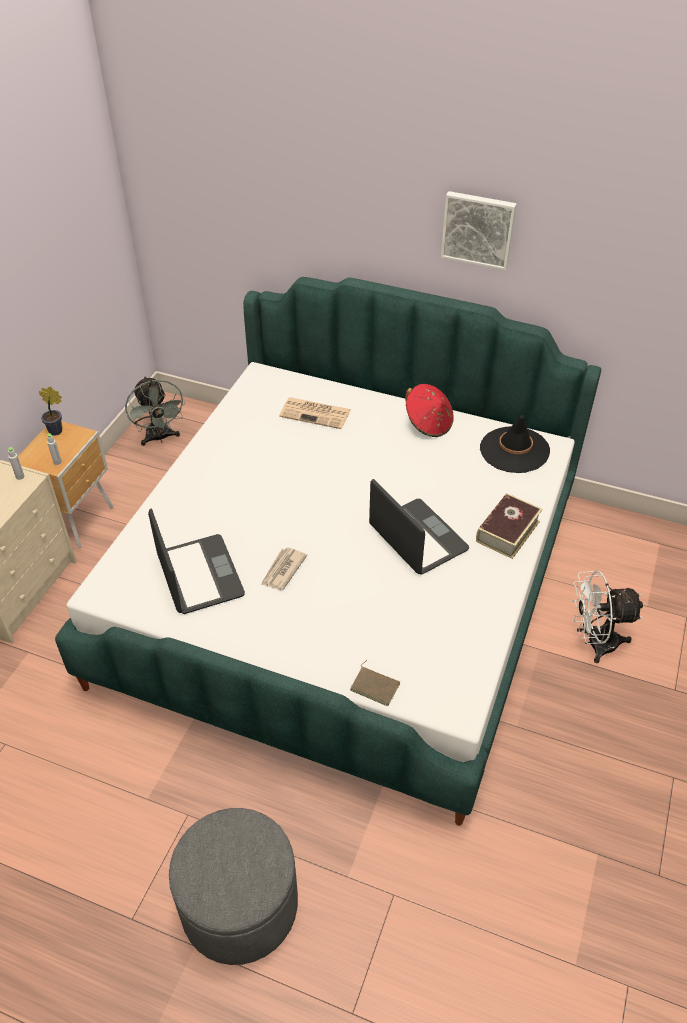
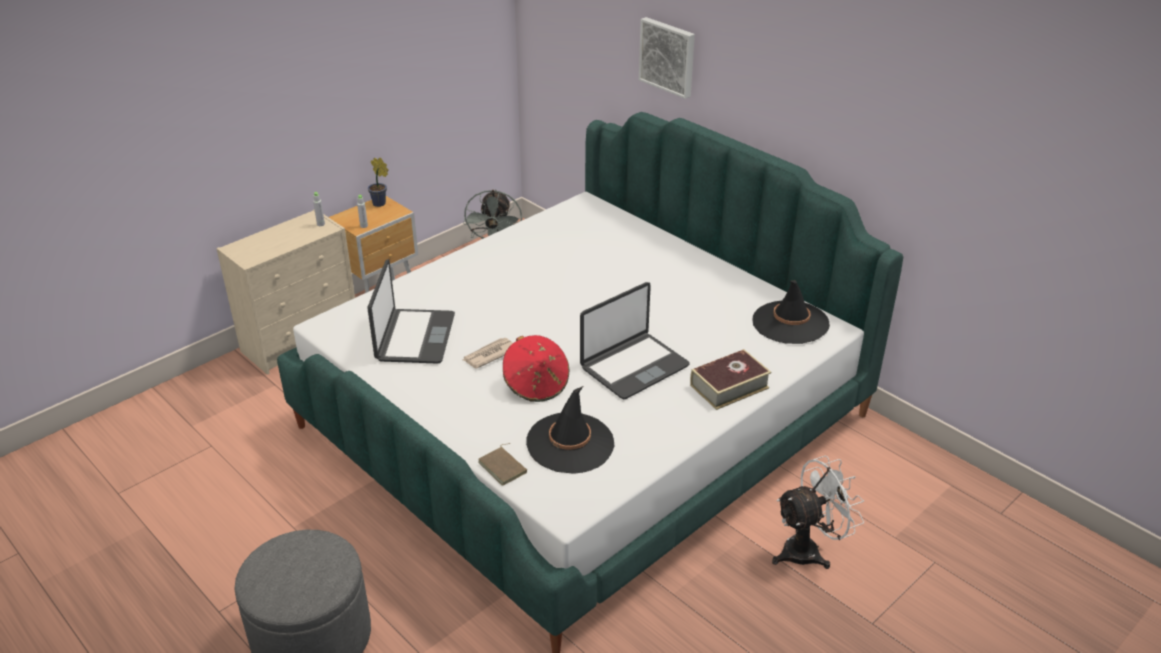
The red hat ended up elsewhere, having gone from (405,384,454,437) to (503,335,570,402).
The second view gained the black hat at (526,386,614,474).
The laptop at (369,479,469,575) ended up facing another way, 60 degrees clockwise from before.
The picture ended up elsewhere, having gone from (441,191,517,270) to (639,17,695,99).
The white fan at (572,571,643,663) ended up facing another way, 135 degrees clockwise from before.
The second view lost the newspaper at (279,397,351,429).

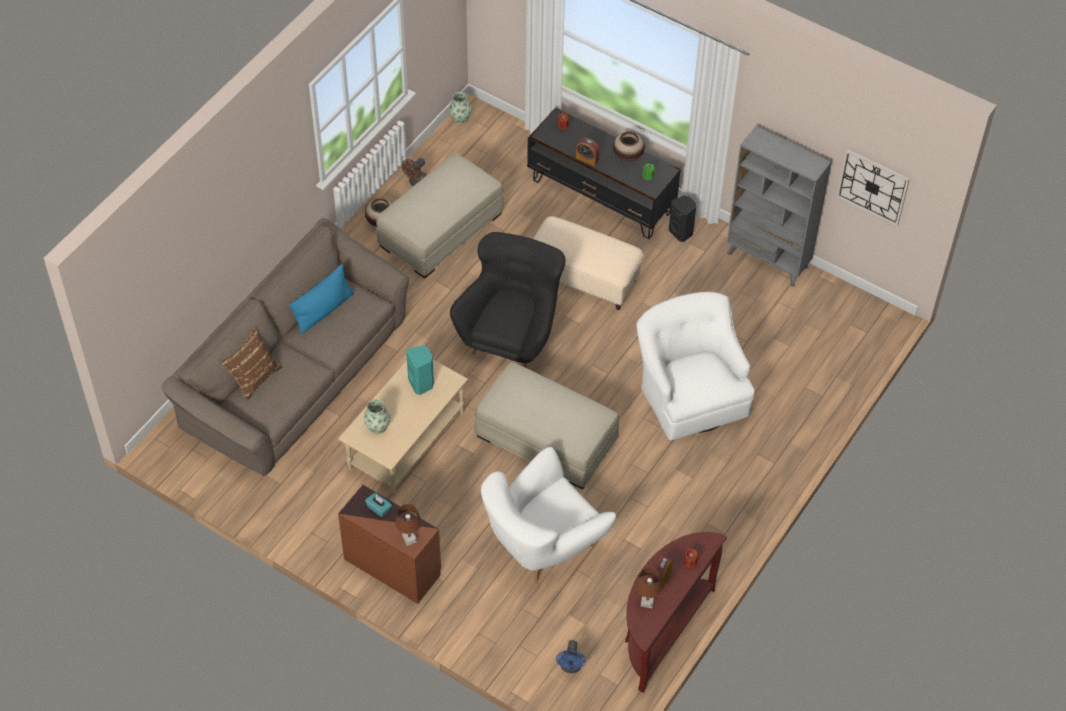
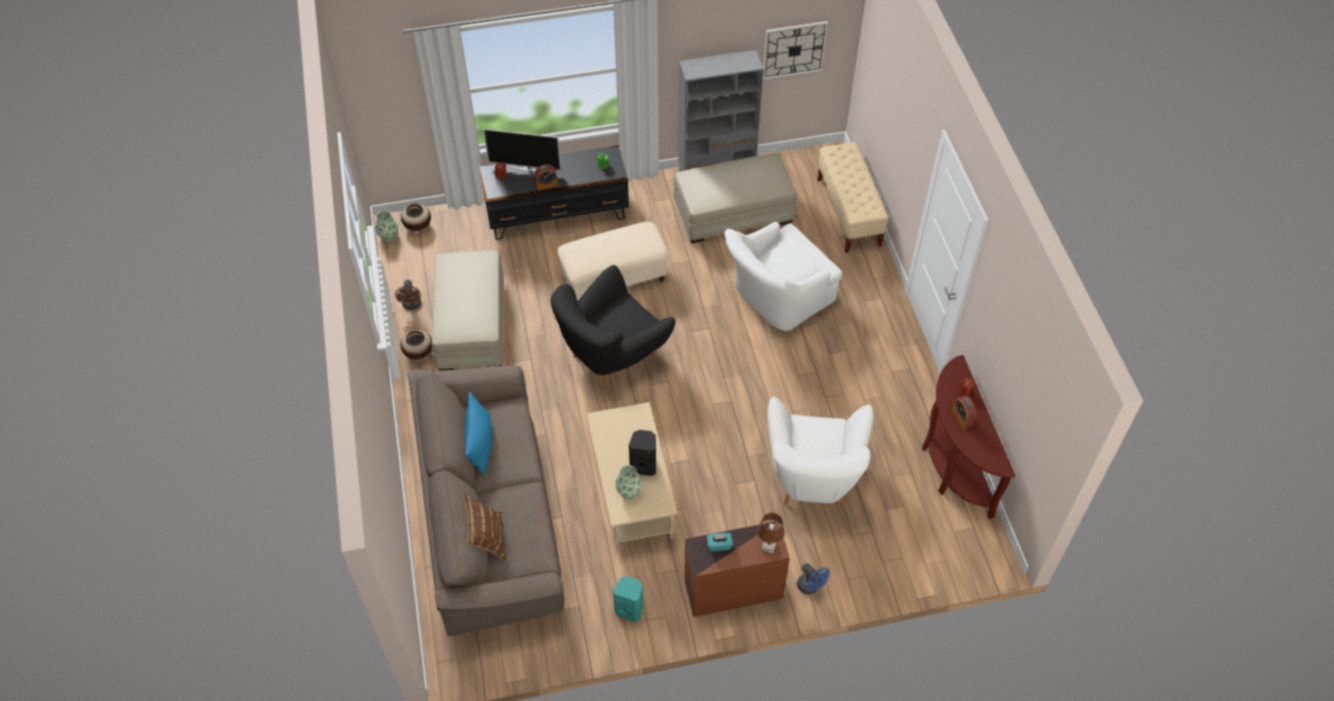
The vase ended up elsewhere, having gone from (613,132,645,162) to (401,204,431,231).
The second view gained the television at (483,129,561,171).
The black armchair at (450,232,565,368) ended up facing another way, 105 degrees counterclockwise from before.
The turquoise speaker ended up elsewhere, having gone from (406,346,434,395) to (613,576,643,622).
The black speaker ended up elsewhere, having gone from (669,196,696,242) to (629,430,656,476).
The beige ottoman ended up elsewhere, having gone from (474,362,619,489) to (674,153,797,244).
The white armchair at (636,292,755,440) ended up facing another way, 60 degrees counterclockwise from before.
The blue fan ended up elsewhere, having gone from (556,640,586,673) to (797,563,830,595).
The second view gained the beige bench at (817,142,889,253).
The second view lost the brown table lamp at (636,568,663,608).

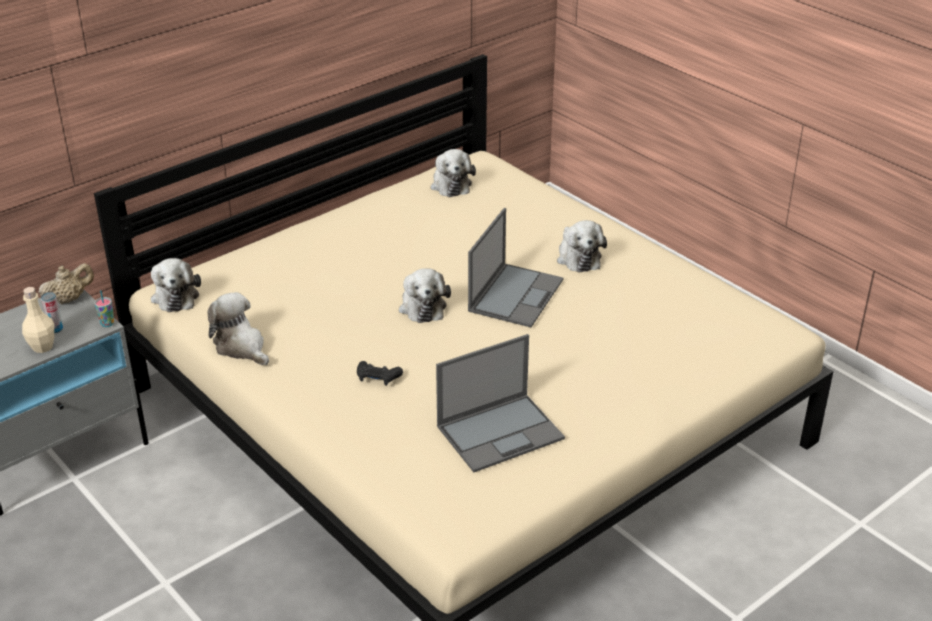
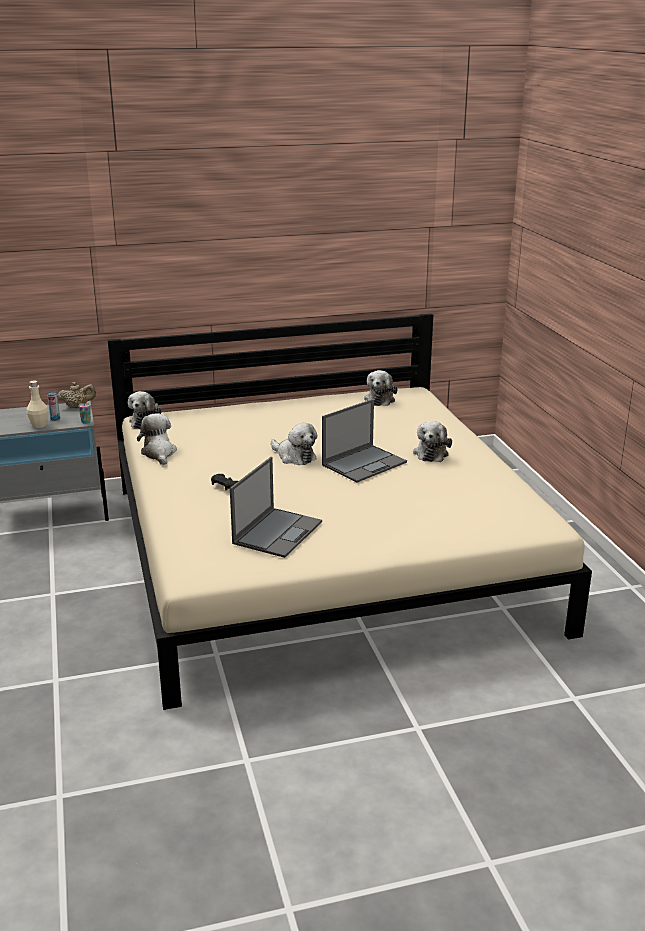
The laptop at (436,334,565,472) ended up facing another way, 60 degrees counterclockwise from before.
The plush toy at (399,268,451,323) ended up facing another way, 60 degrees counterclockwise from before.

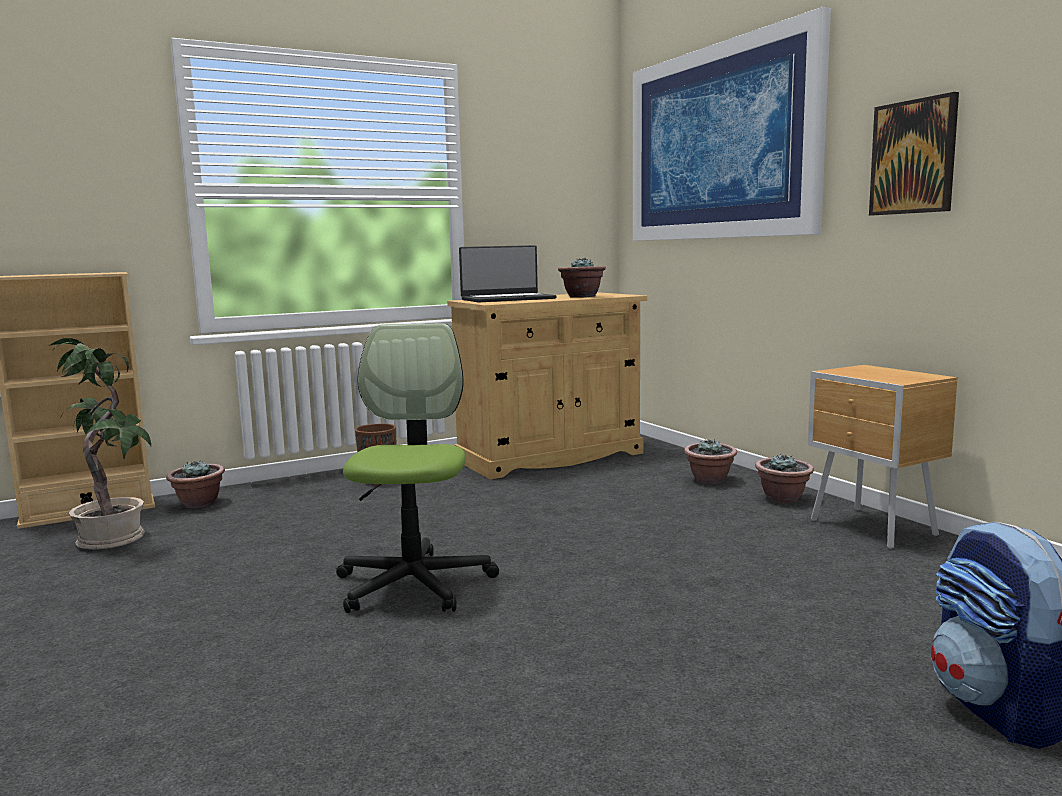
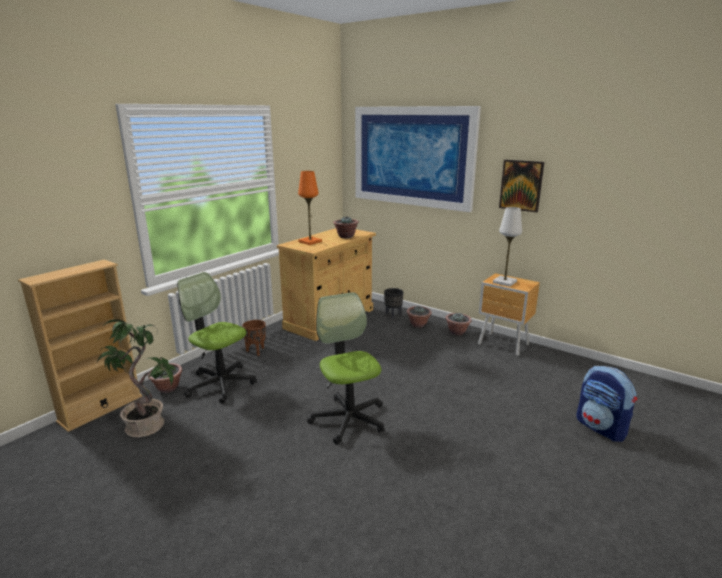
The second view gained the office chair at (177,272,257,404).
Where the laptop stood at (459,245,556,303), the orange table lamp came to stand at (298,171,322,245).
The second view gained the black planter at (384,288,403,319).
The second view gained the white table lamp at (493,207,522,287).

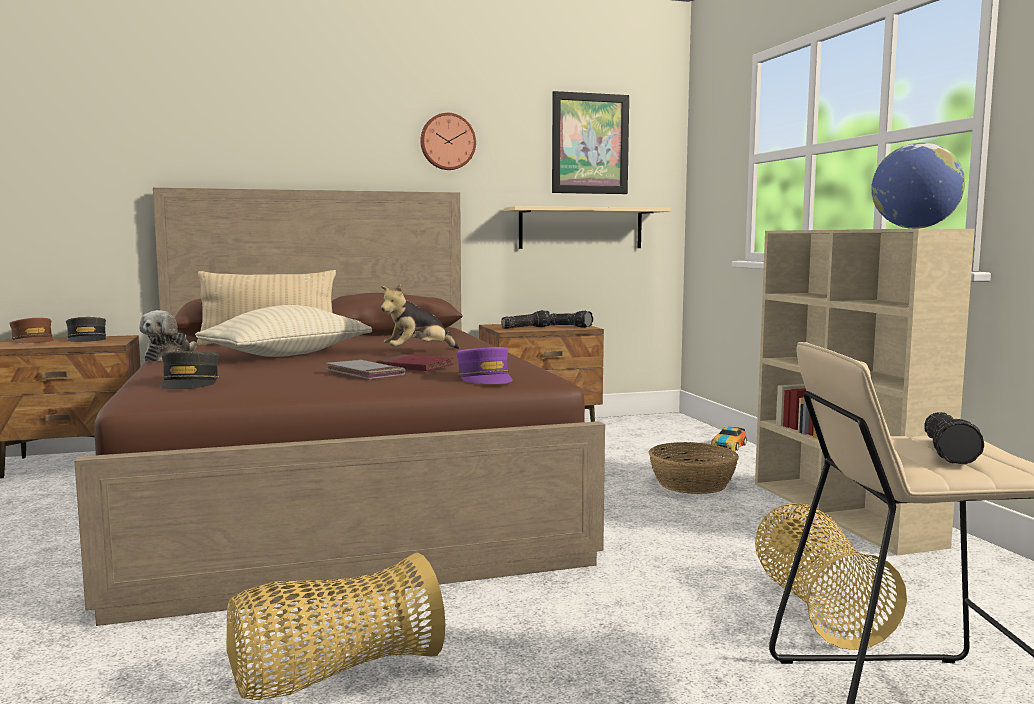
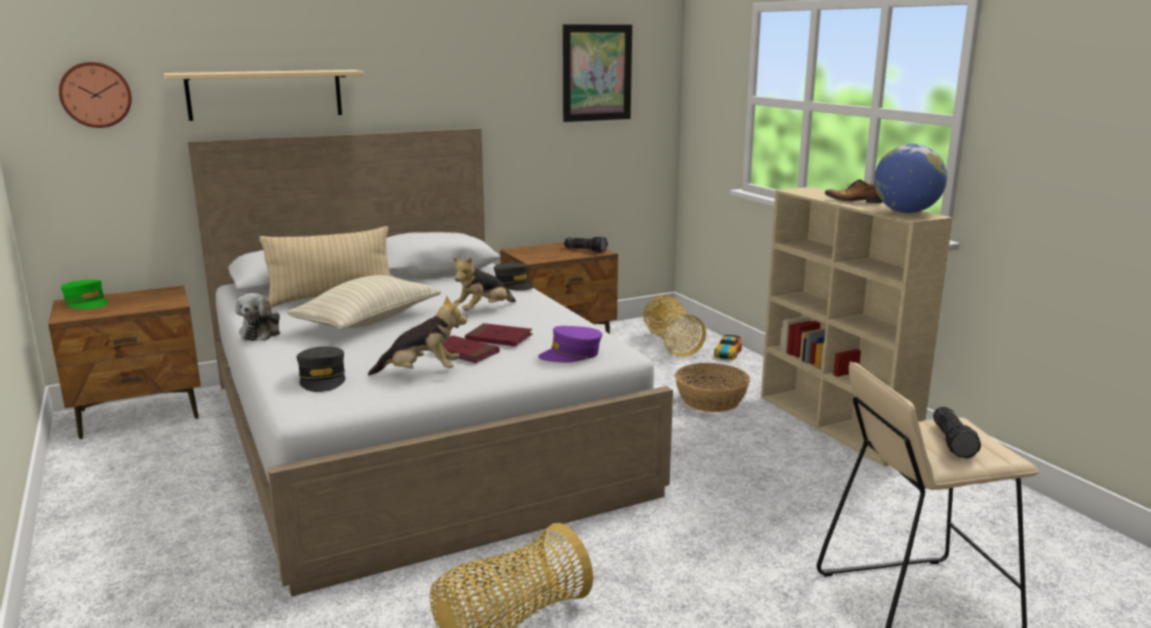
The wall clock ended up elsewhere, having gone from (420,113,476,170) to (59,62,132,128).
What was the brown cap at (10,318,54,343) turned into the green cap at (61,280,108,309).
The beige shelf ended up elsewhere, having gone from (504,206,670,249) to (163,70,364,121).
What was the brown bed at (74,188,605,626) turned into the white bed at (188,128,673,597).
The second view gained the plush toy at (368,296,467,375).
What was the grey book at (326,360,405,379) turned into the red book at (432,336,499,363).
The grey cap ended up elsewhere, having gone from (66,317,106,342) to (494,263,534,291).
The purple cap at (456,347,513,384) ended up facing another way, 105 degrees clockwise from before.
The basket ended up elsewhere, having gone from (755,503,907,650) to (643,295,706,357).
The second view gained the shoe at (825,179,882,203).
The second view lost the flashlight at (501,310,551,329).

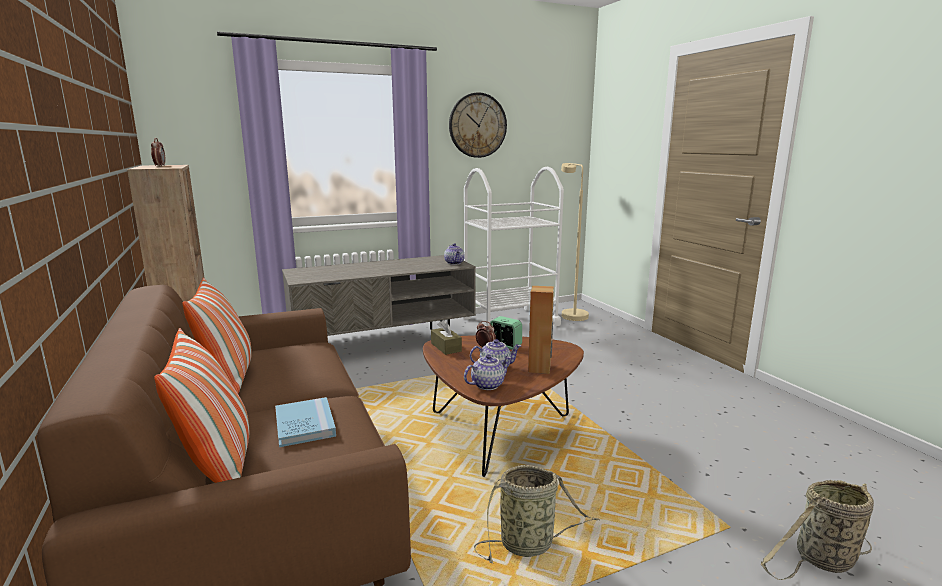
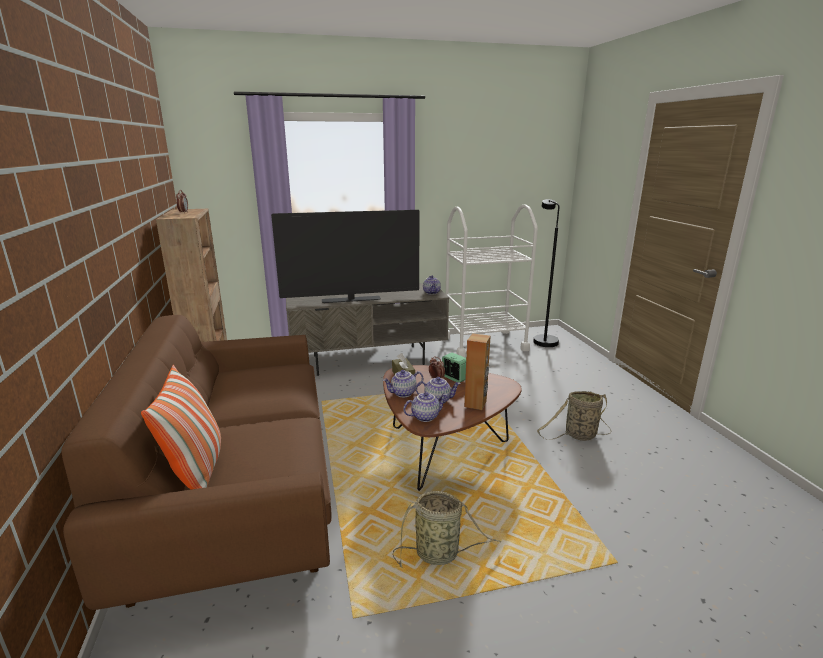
The second view gained the television at (271,210,420,303).
The second view gained the teapot at (383,370,423,397).
What was the beige floor lamp at (561,163,589,321) turned into the black floor lamp at (533,199,559,347).
The basket ended up elsewhere, having gone from (761,480,874,580) to (537,391,612,441).
The second view lost the pillow at (182,278,251,393).
The second view lost the blue book at (275,397,336,447).
The second view lost the wall clock at (449,92,507,158).

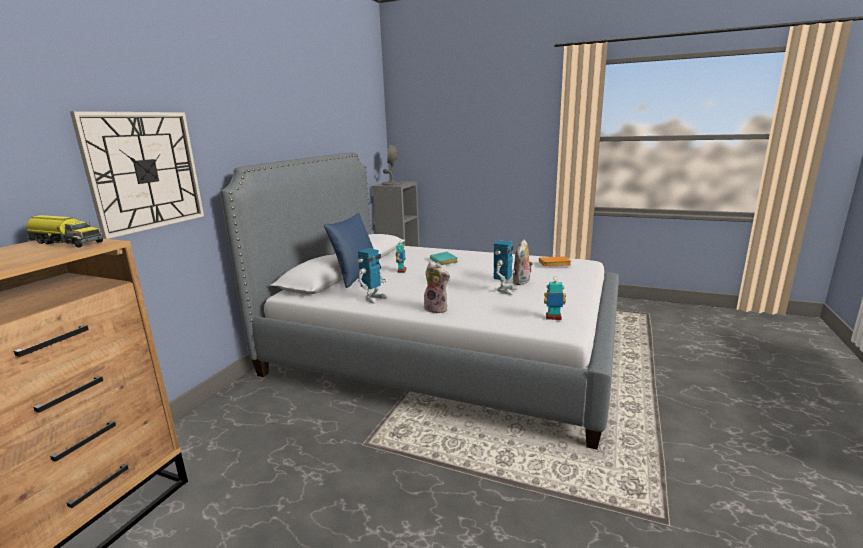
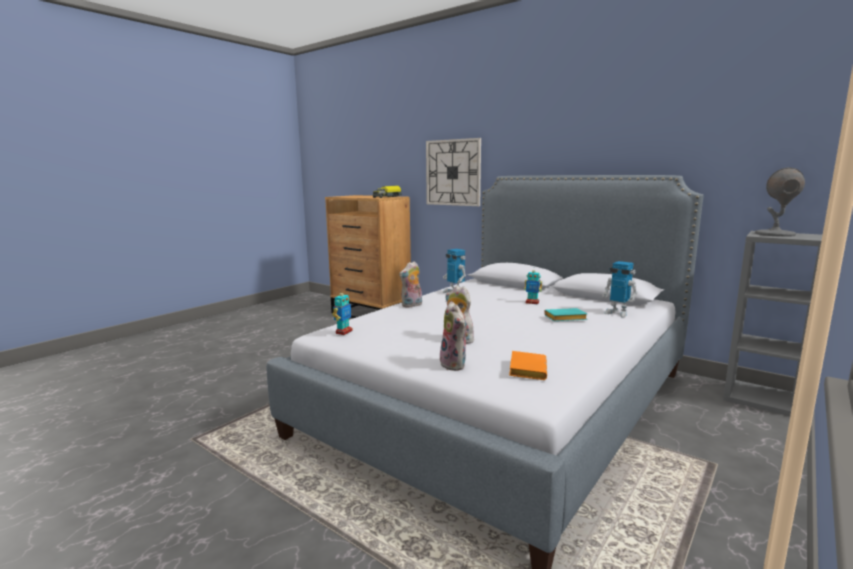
The second view gained the plush toy at (440,302,468,371).
The toy robot ended up elsewhere, having gone from (494,240,517,295) to (602,261,638,318).
The second view lost the blue pillow at (324,213,381,288).

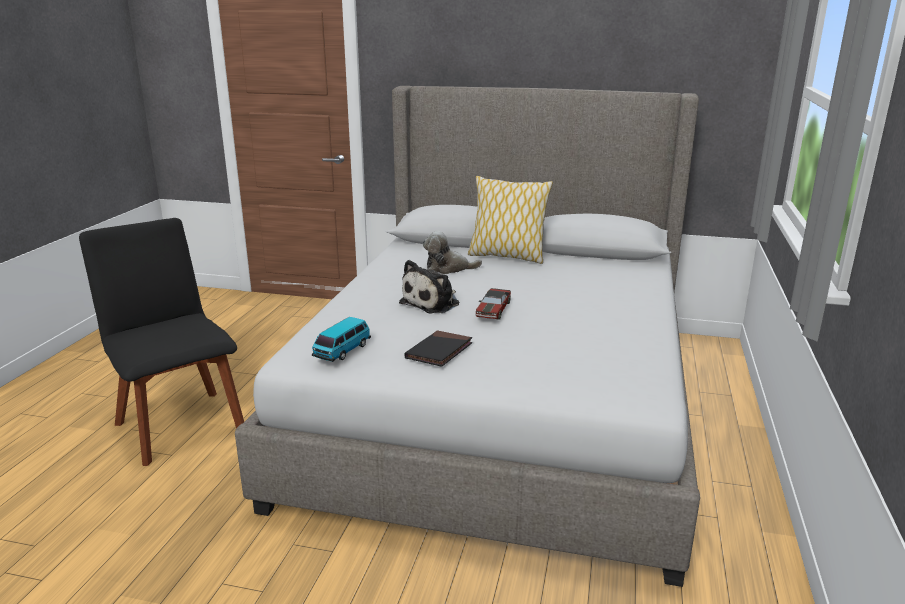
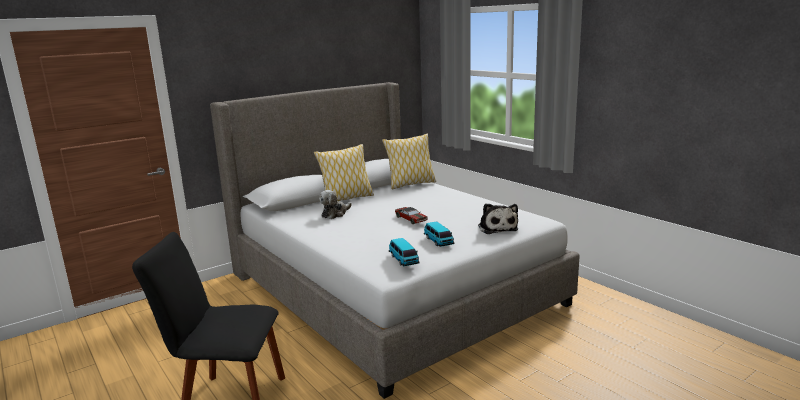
The second view gained the pillow at (382,134,436,189).
Where the black book stood at (405,330,472,367), the toy car came to stand at (424,222,454,247).
The plush toy ended up elsewhere, having gone from (399,260,459,314) to (478,203,518,234).

